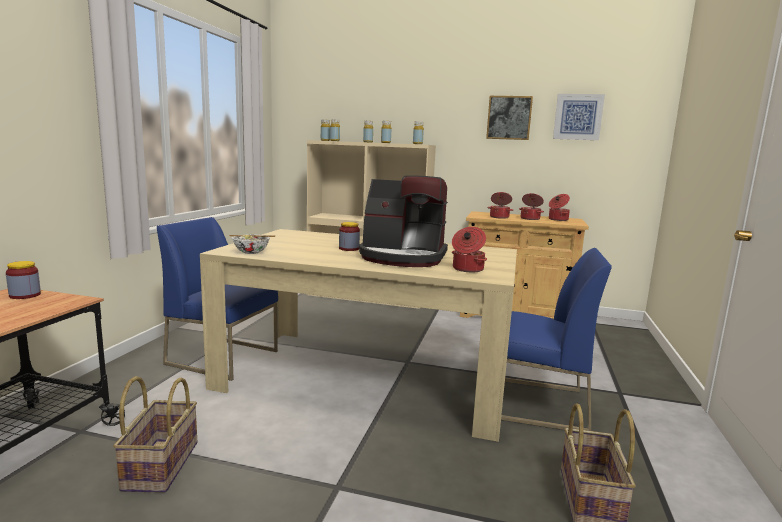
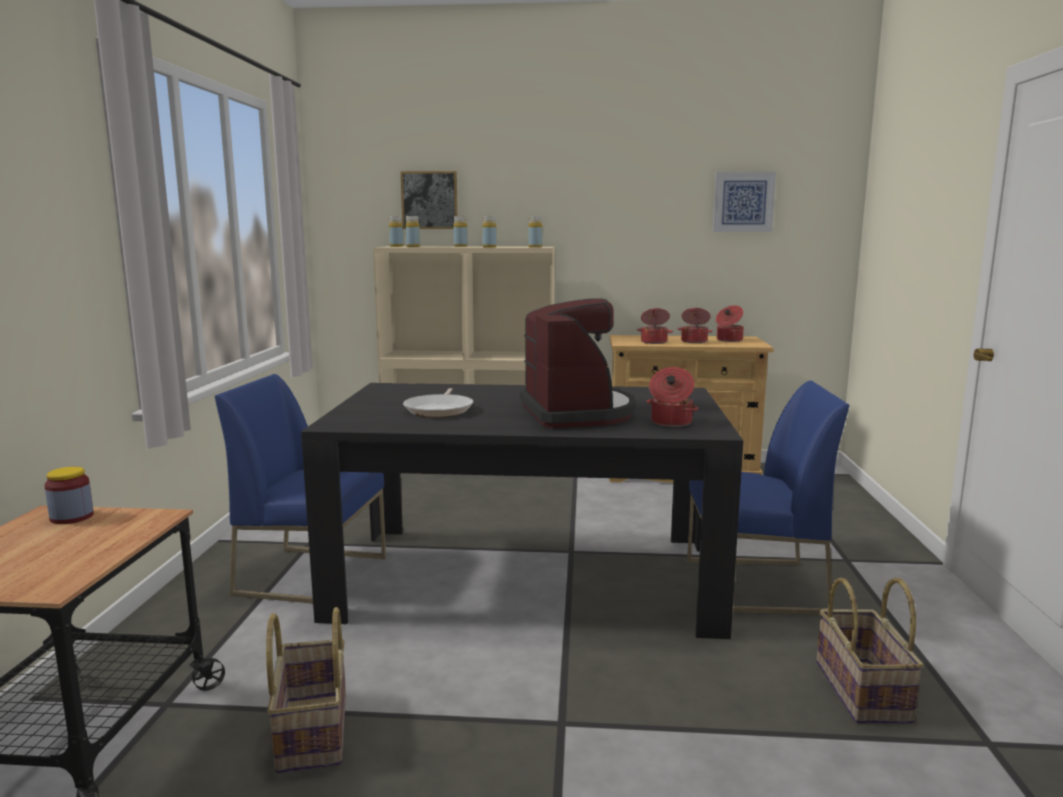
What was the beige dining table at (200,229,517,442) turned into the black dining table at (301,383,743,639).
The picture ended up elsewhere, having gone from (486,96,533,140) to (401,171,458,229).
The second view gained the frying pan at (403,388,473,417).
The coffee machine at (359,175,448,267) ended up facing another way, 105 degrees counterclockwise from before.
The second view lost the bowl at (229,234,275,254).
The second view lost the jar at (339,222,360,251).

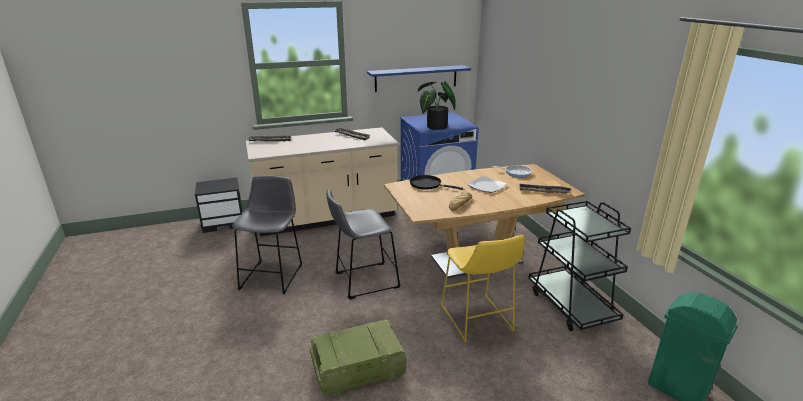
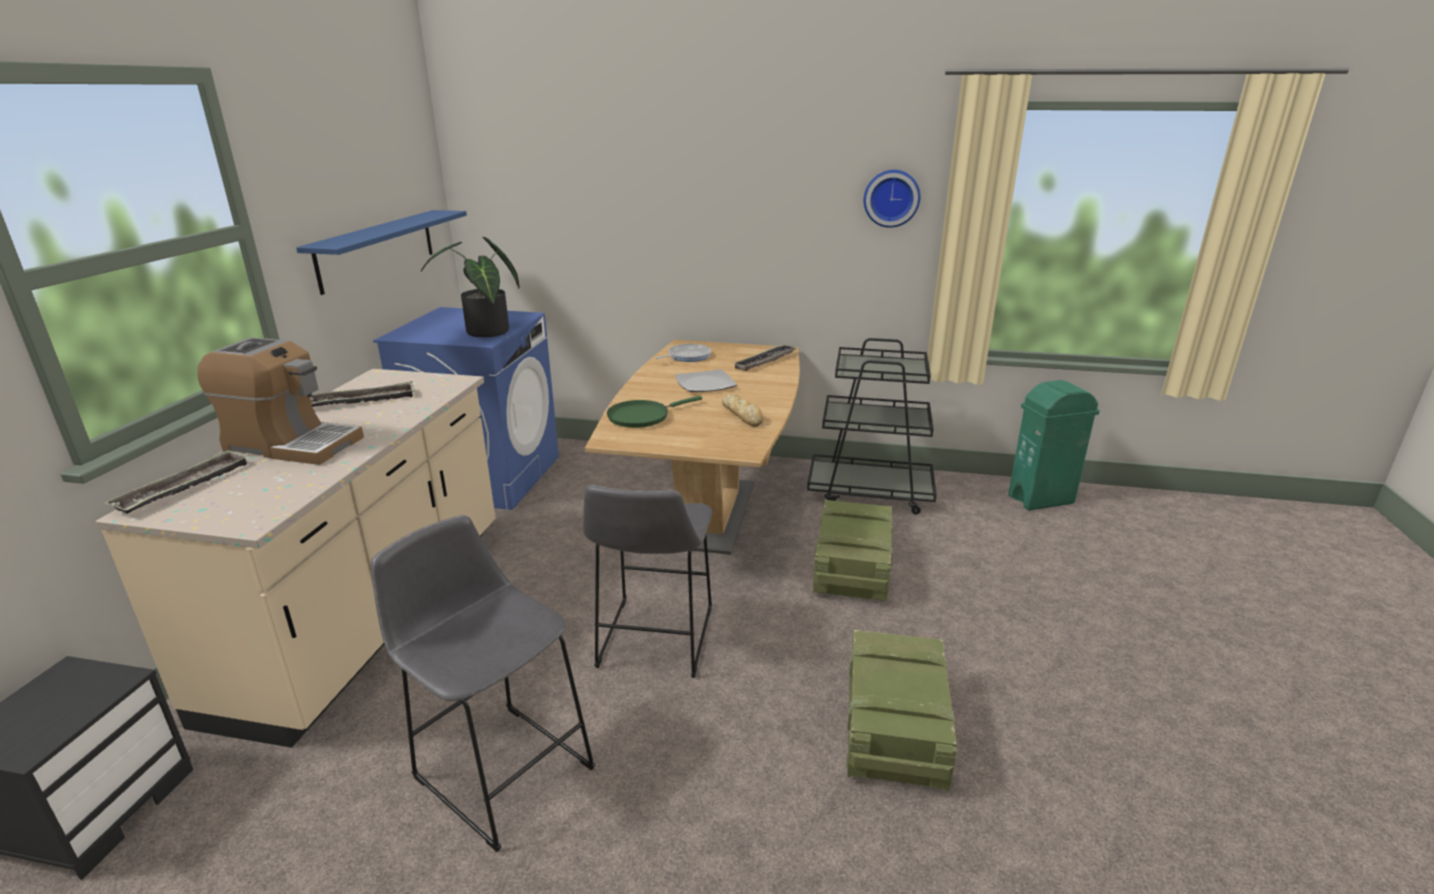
The second view gained the coffee machine at (197,337,364,465).
What was the black frying pan at (410,175,463,190) turned into the green frying pan at (607,396,702,428).
Where the yellow stool stood at (441,235,525,342), the crate came to stand at (813,500,893,602).
The second view gained the wall clock at (864,170,920,228).

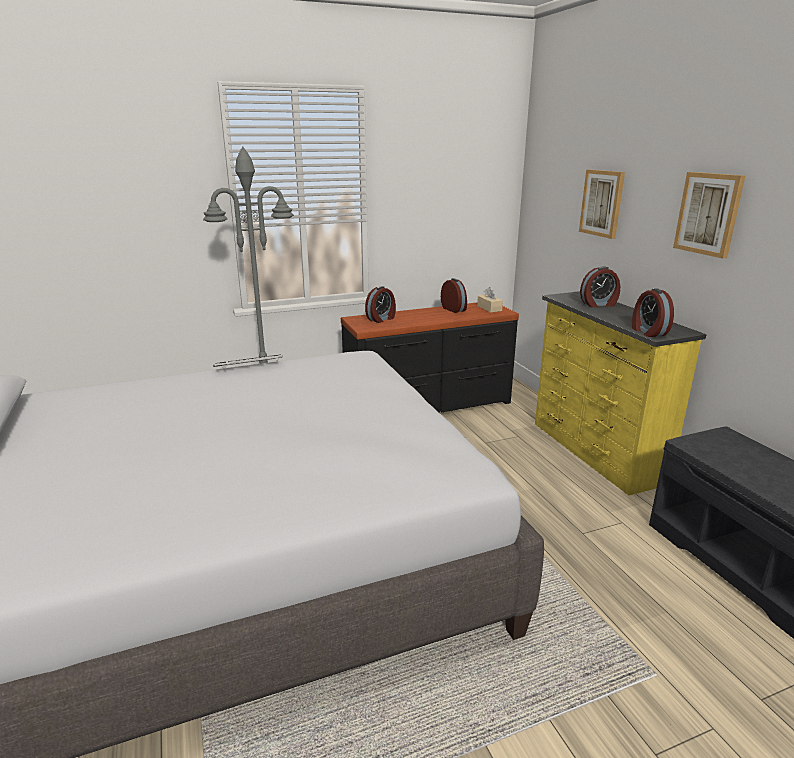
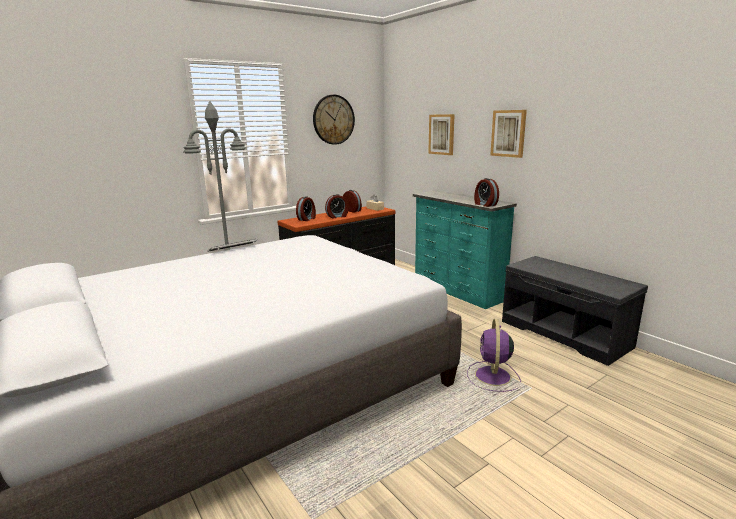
The second view gained the wall clock at (313,95,355,144).
The alarm clock ended up elsewhere, having gone from (580,267,620,307) to (325,194,348,218).
What was the yellow dresser at (535,291,707,496) turned into the turquoise dresser at (413,190,517,309).
The second view gained the purple fan at (467,319,521,392).

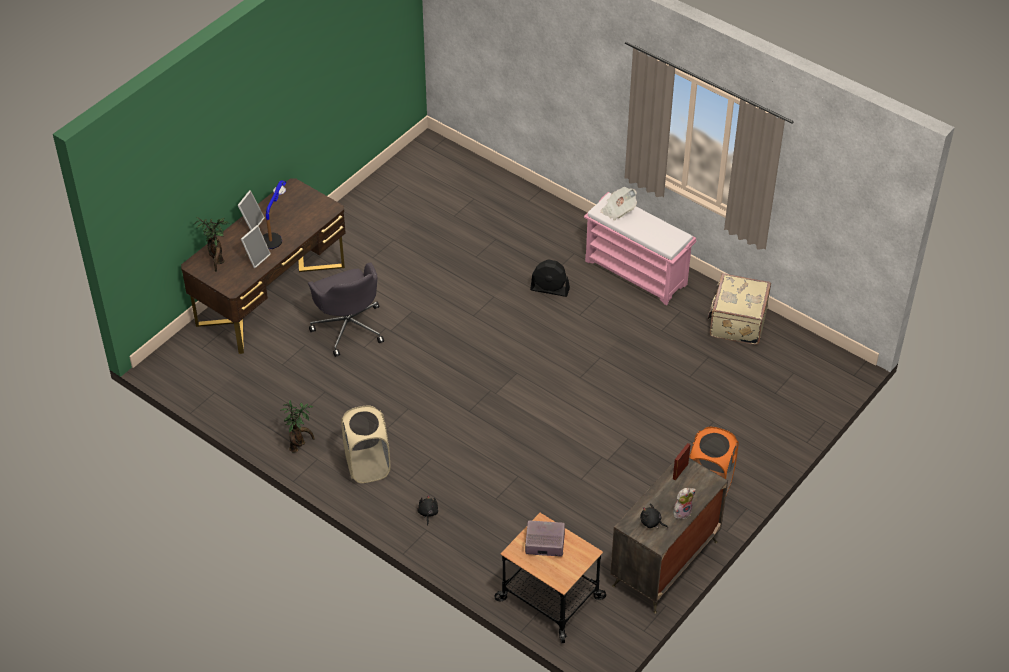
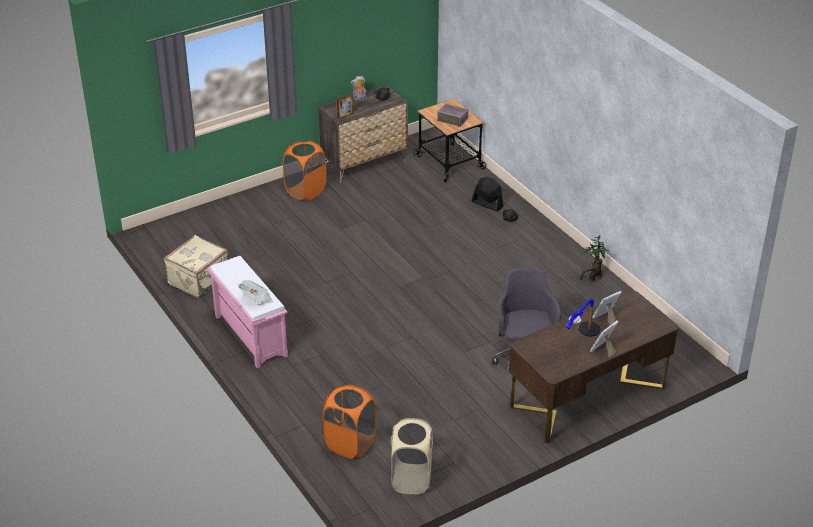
The second view gained the orange laundry basket at (322,385,376,459).
The beige laundry basket ended up elsewhere, having gone from (341,406,391,483) to (391,418,433,494).
The black fan ended up elsewhere, having gone from (530,259,570,297) to (472,177,503,211).
The second view lost the potted plant at (193,217,229,271).

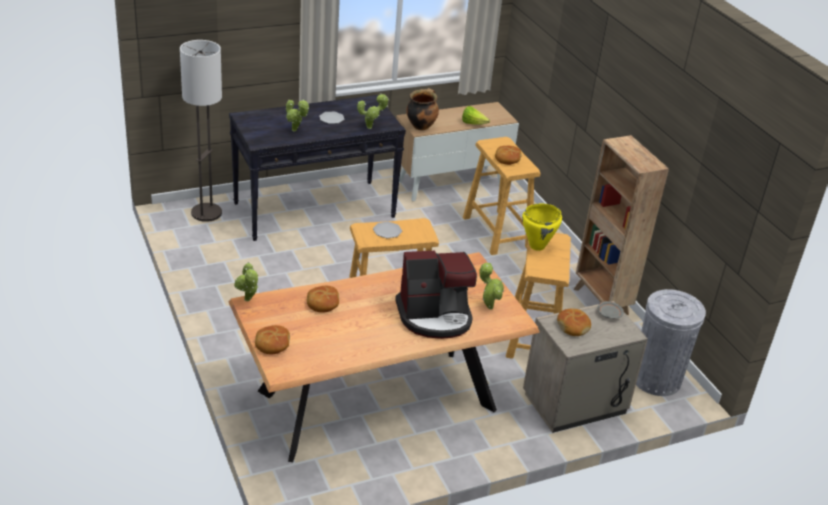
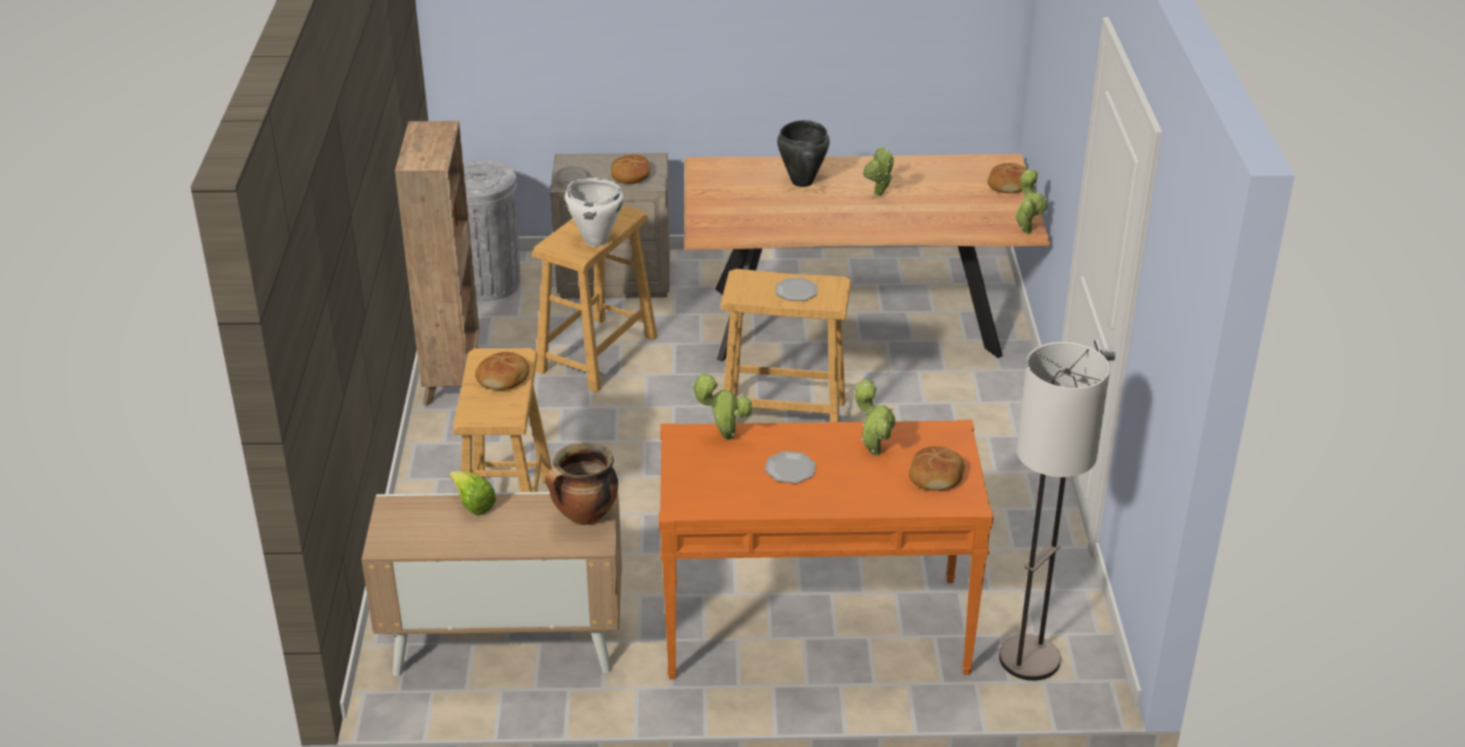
What was the yellow cooking pot at (522,204,562,251) turned into the white cooking pot at (565,178,624,247).
What was the black console table at (229,95,406,241) turned into the orange console table at (659,420,994,680).
Where the coffee machine stood at (395,251,477,339), the black cooking pot came to stand at (777,120,830,187).
The potted plant ended up elsewhere, having gone from (479,263,504,309) to (863,146,894,196).
The bread ended up elsewhere, having gone from (307,286,339,313) to (909,446,964,491).

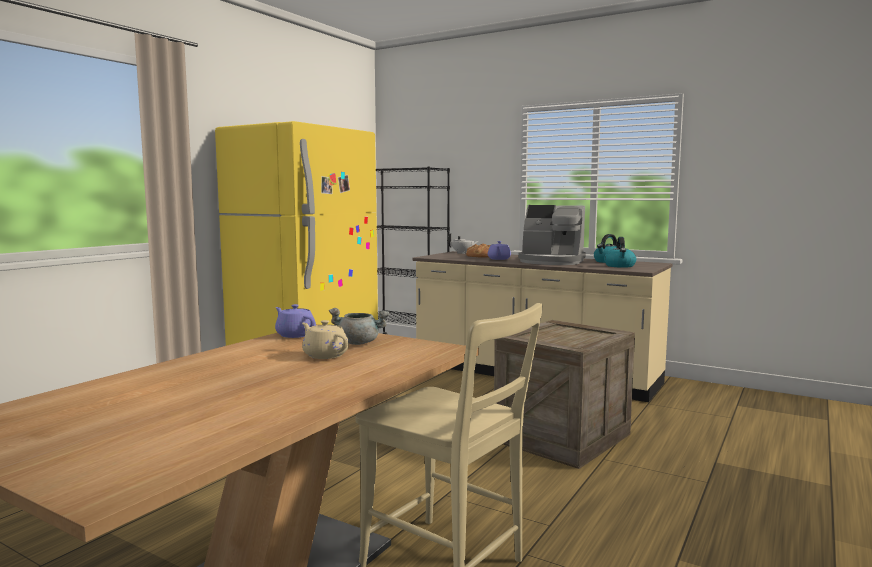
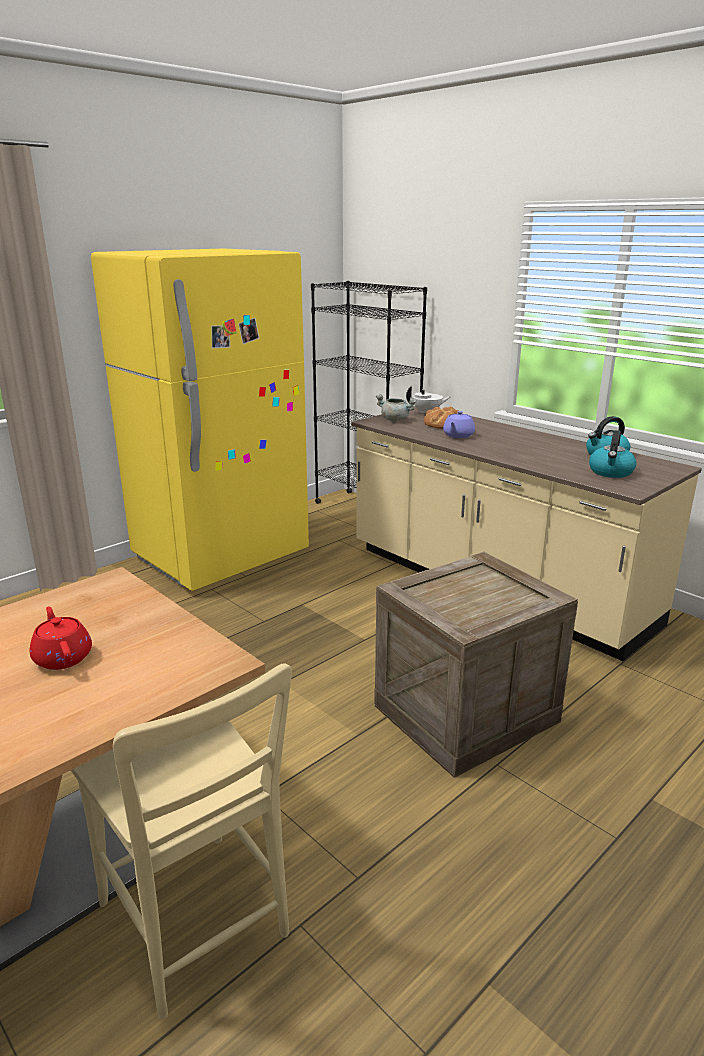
What was the beige teapot at (302,320,349,359) turned into the red teapot at (30,606,92,670).
The grey cooking pot ended up elsewhere, having gone from (329,308,390,345) to (376,394,417,421).
The second view lost the purple teapot at (275,304,316,338).
The second view lost the coffee machine at (518,205,586,265).

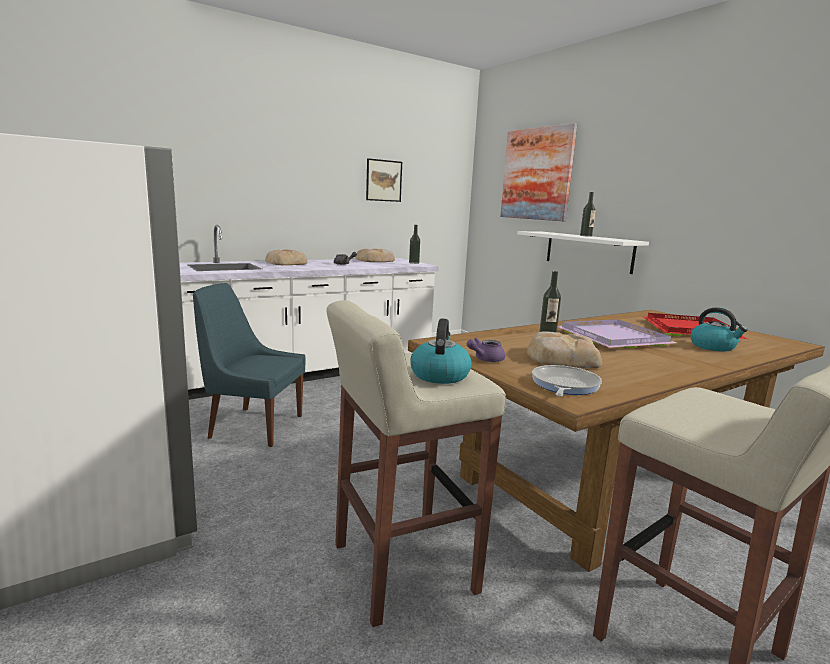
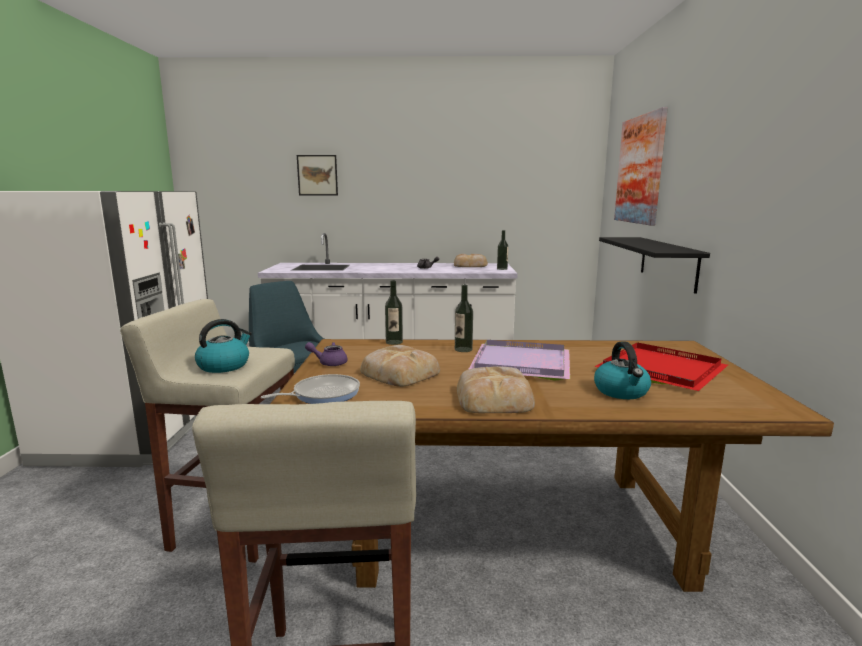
The picture ended up elsewhere, having gone from (366,158,402,202) to (297,155,338,195).
The bottle ended up elsewhere, having gone from (580,192,596,237) to (385,280,403,345).
The bread ended up elsewhere, having gone from (265,250,307,265) to (457,367,535,413).
What was the white shelf at (517,231,649,274) turned into the black shelf at (599,237,710,294).

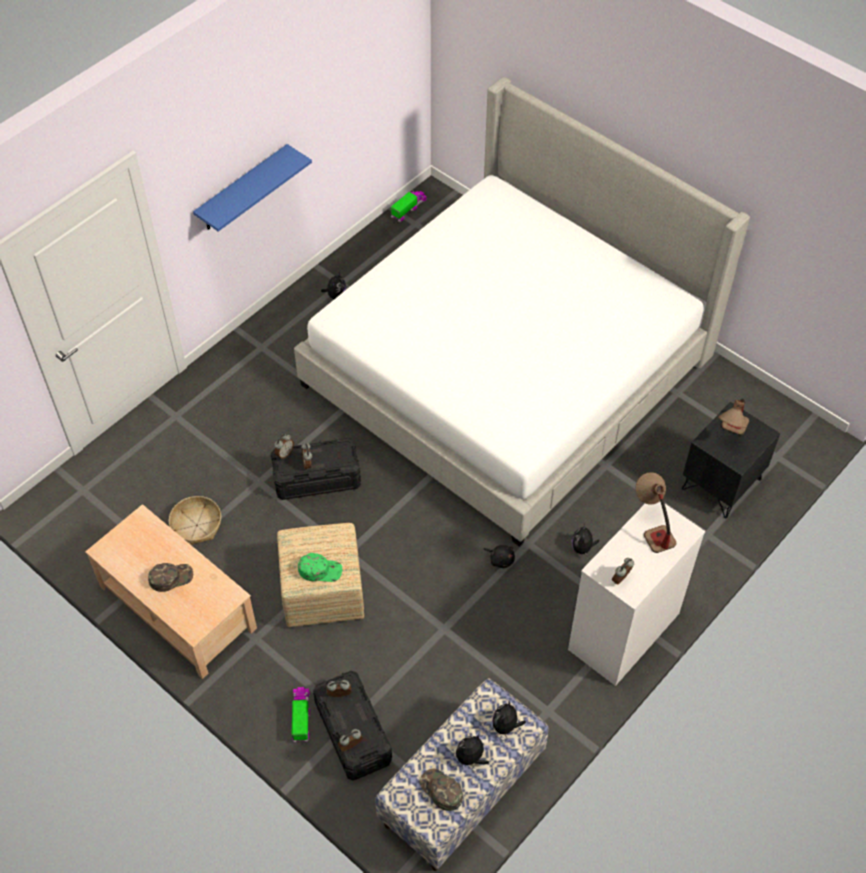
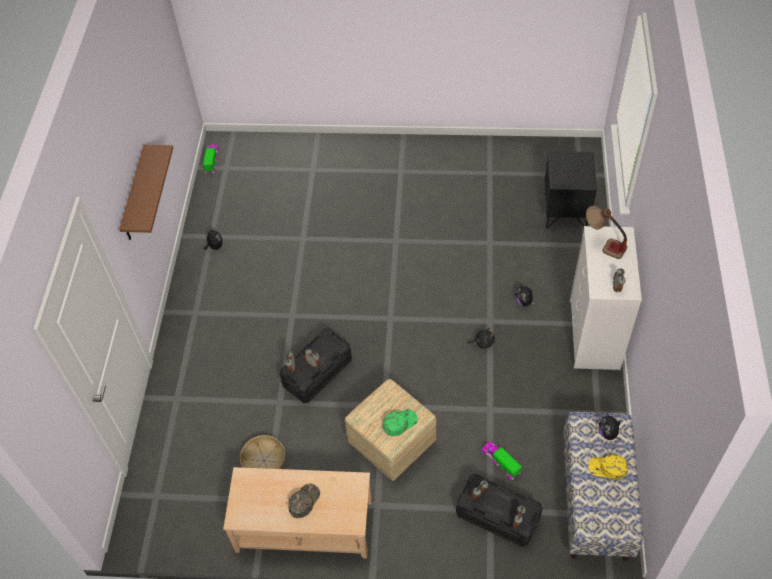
What was the blue shelf at (193,144,312,231) turned into the brown shelf at (119,145,173,240).
The toy truck ended up elsewhere, having gone from (292,687,310,742) to (481,442,522,480).
Where the plush toy stood at (456,735,489,765), the yellow cap came to stand at (589,454,628,480).
The second view lost the bed at (294,77,750,546).
The second view lost the green cap at (420,768,463,811).
The second view lost the table lamp at (718,399,749,435).

